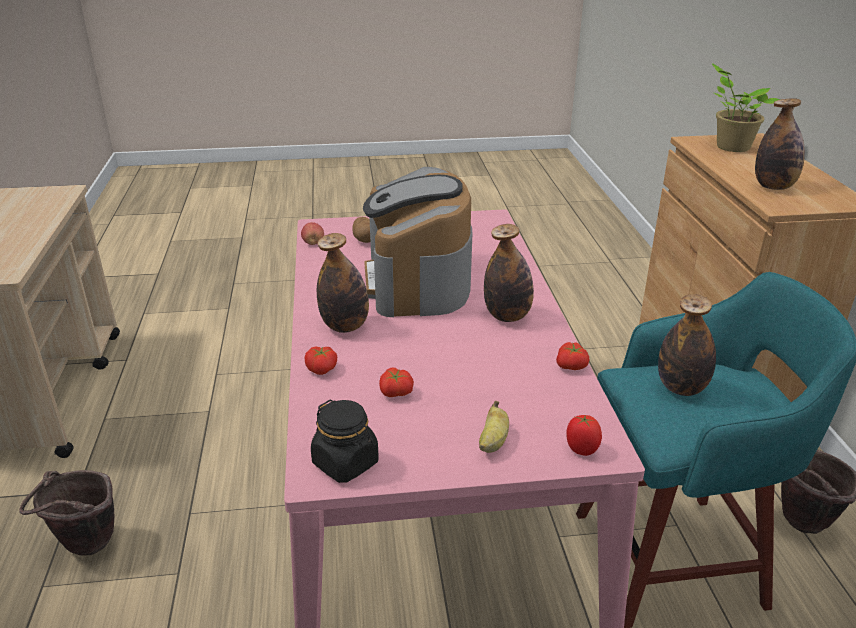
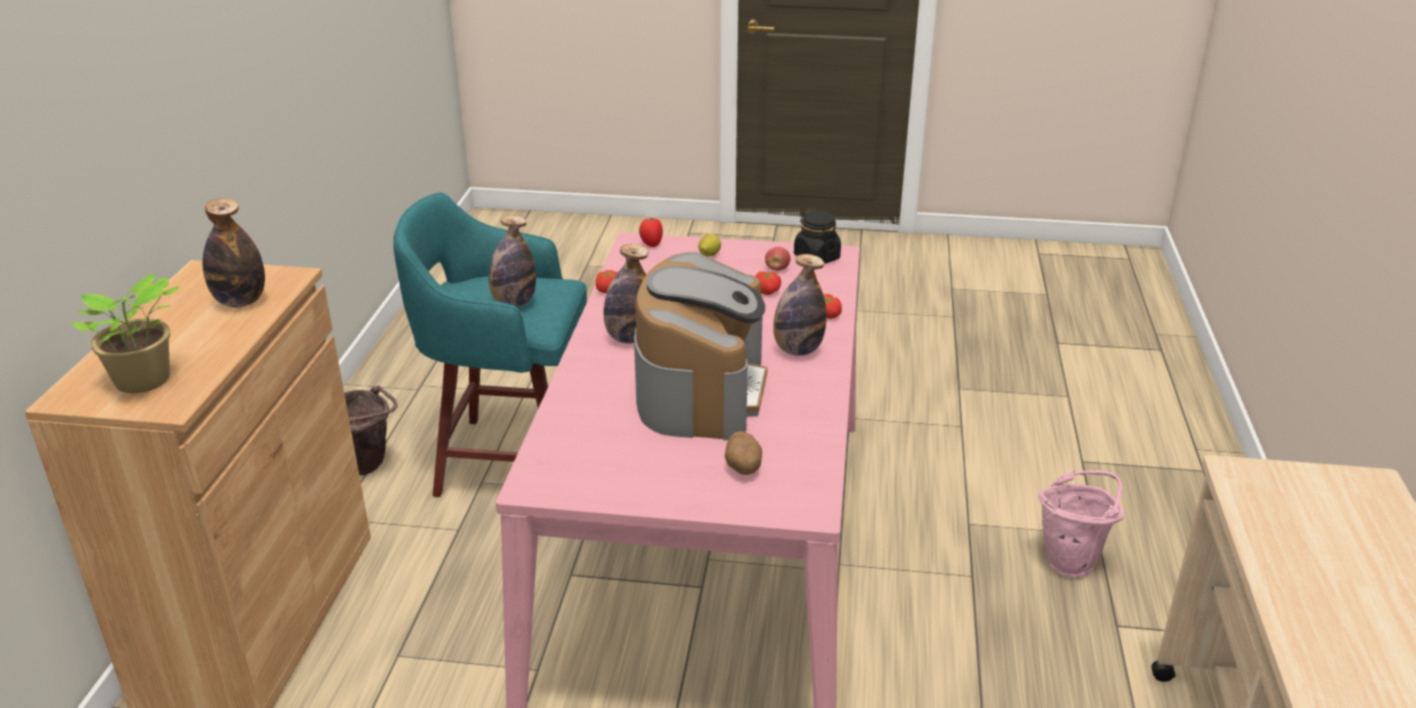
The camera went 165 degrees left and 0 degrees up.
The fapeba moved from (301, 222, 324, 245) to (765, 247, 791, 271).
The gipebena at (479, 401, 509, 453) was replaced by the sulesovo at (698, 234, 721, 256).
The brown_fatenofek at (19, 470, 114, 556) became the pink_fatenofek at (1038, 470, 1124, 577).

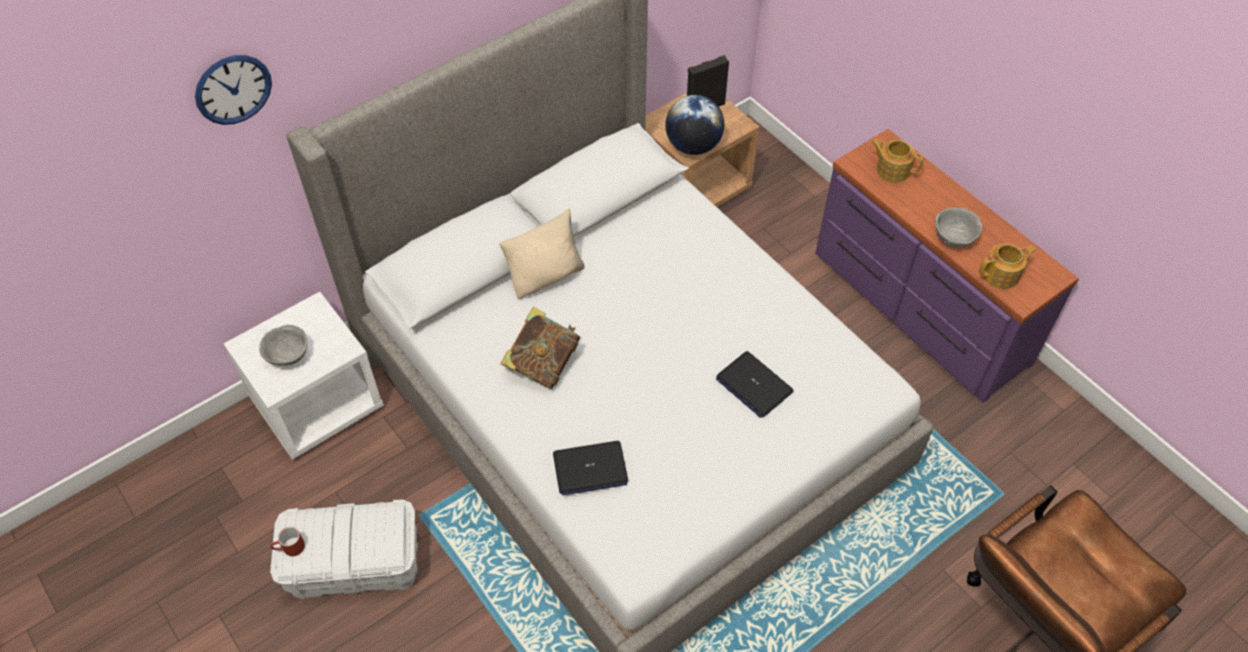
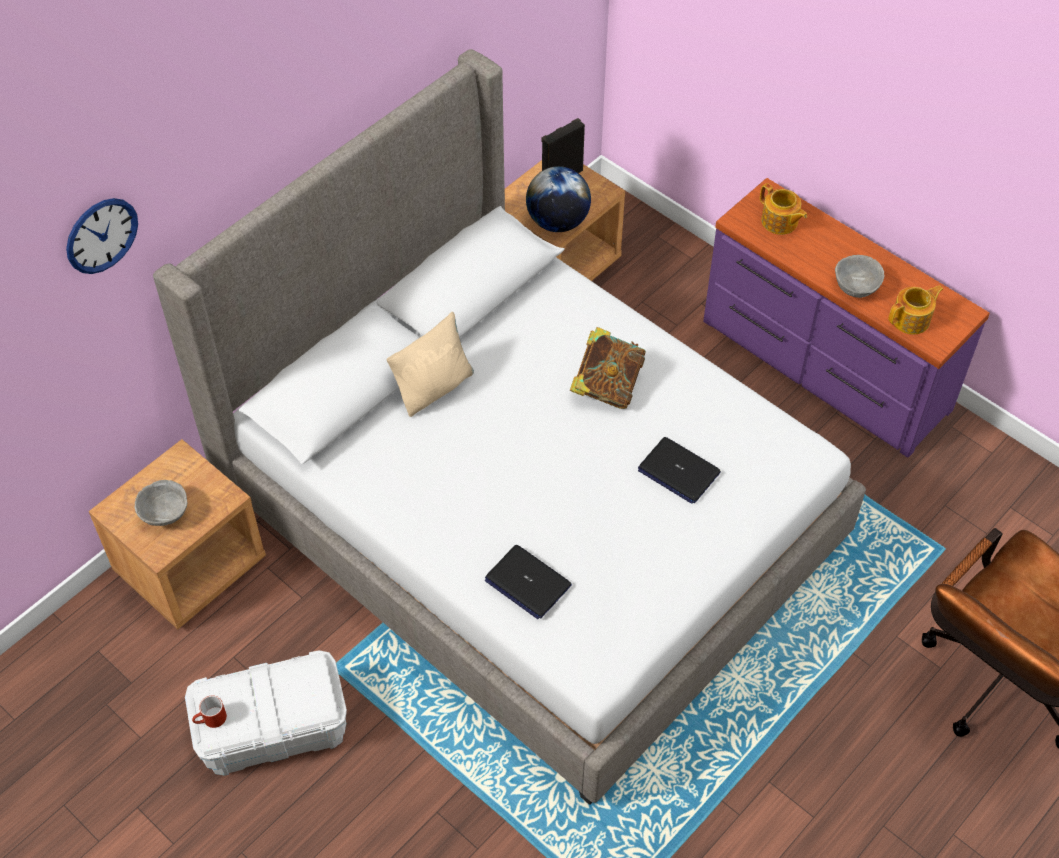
The camera went 10 degrees left and 0 degrees up.
The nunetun at (871, 139, 924, 183) turned 150 degrees counterclockwise.
The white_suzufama at (224, 292, 384, 460) became the brown_suzufama at (89, 439, 266, 629).
The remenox moved from (500, 307, 580, 389) to (570, 327, 646, 409).
The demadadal at (553, 441, 628, 496) turned 60 degrees clockwise.

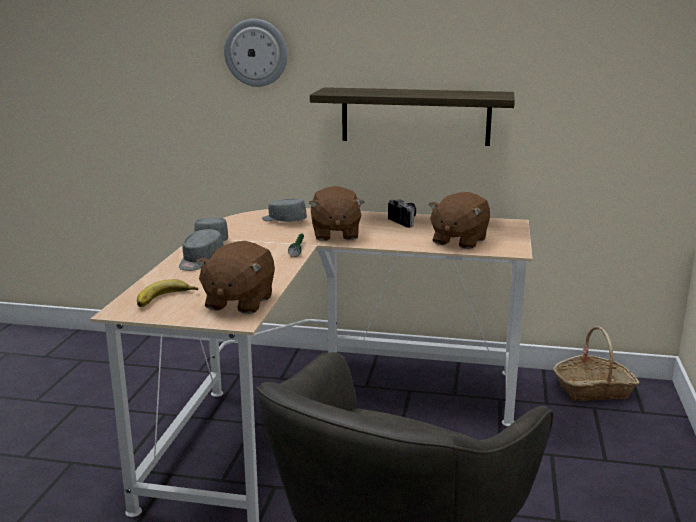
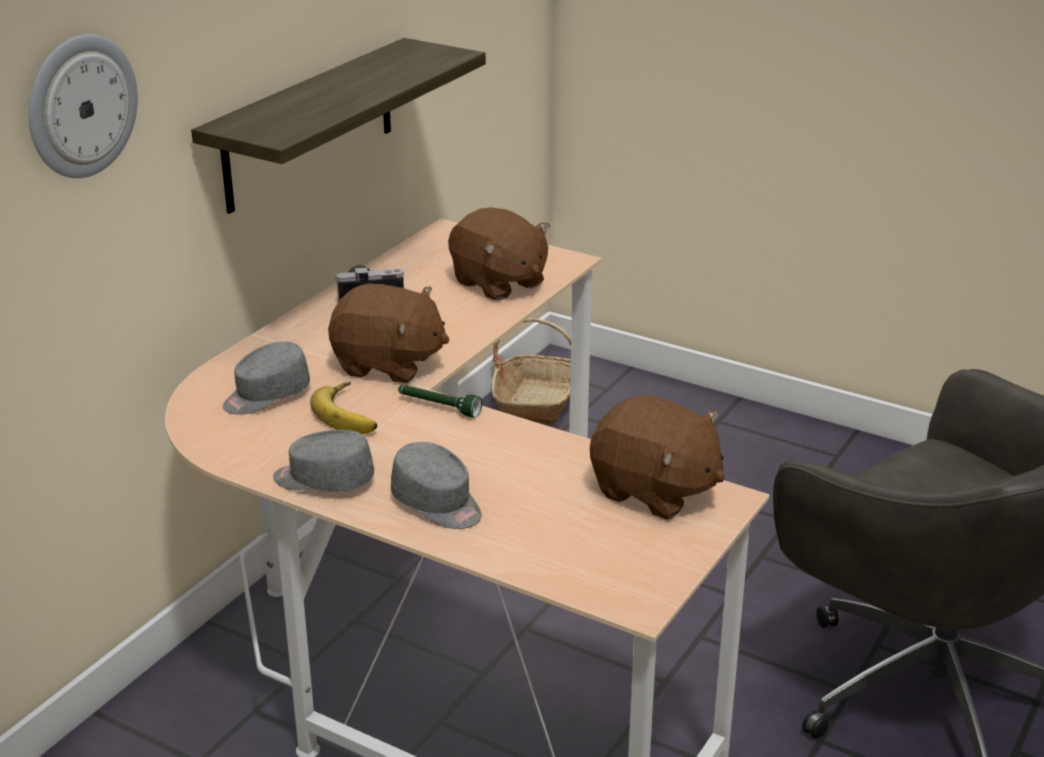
The camera went 70 degrees left and 10 degrees up.
The gipebena moved from (137, 279, 198, 307) to (310, 382, 377, 434).

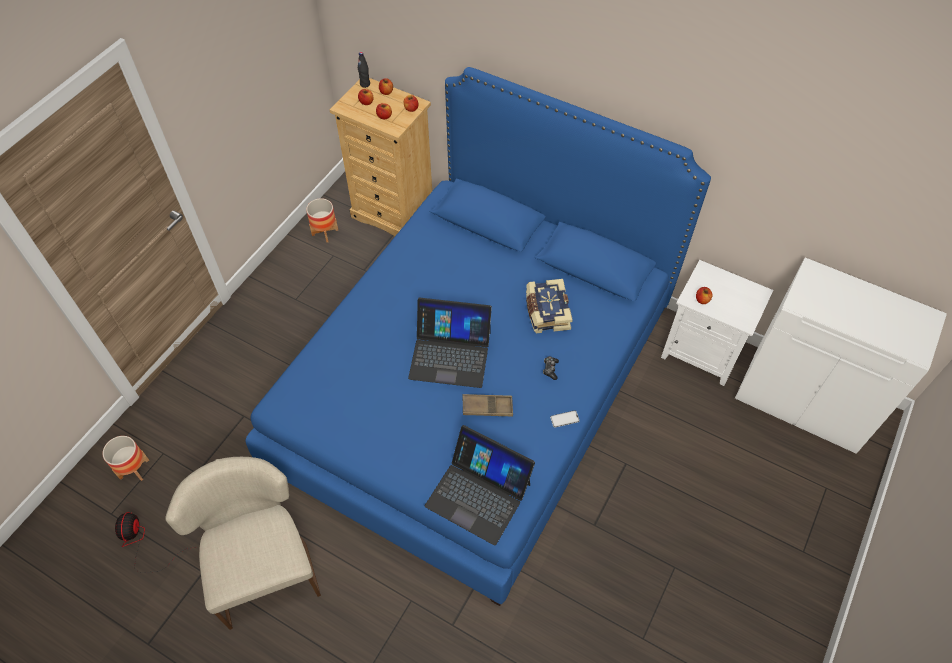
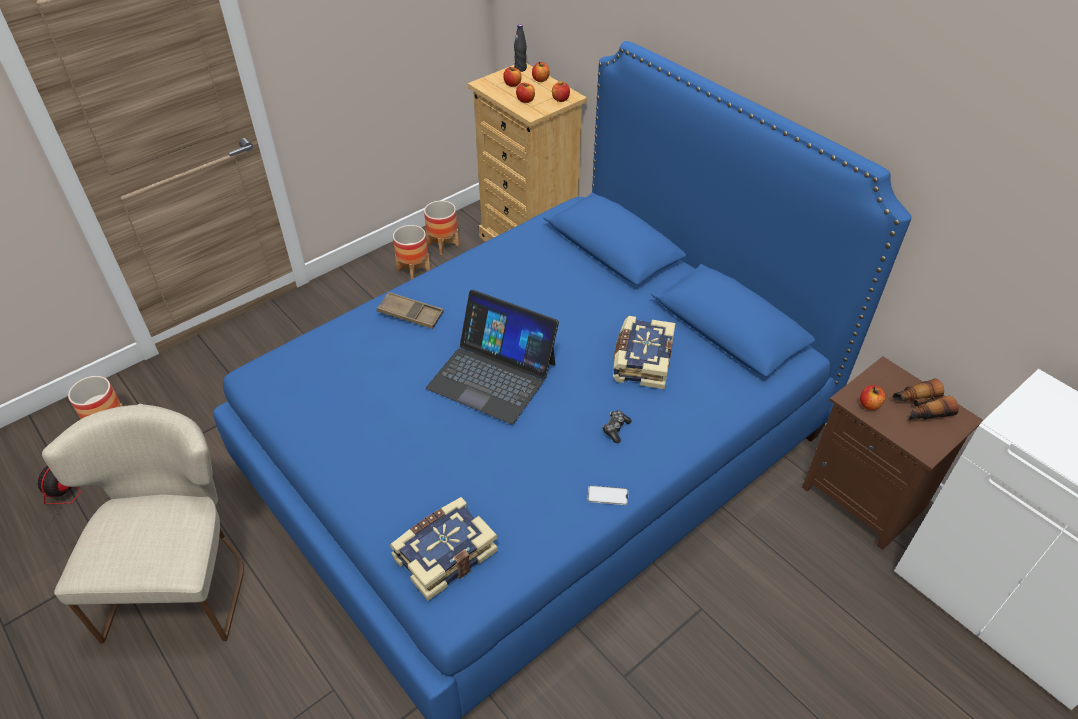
The camera went 20 degrees right and 10 degrees down.
The white_suzufama at (661, 260, 773, 386) became the brown_suzufama at (802, 356, 983, 550).
The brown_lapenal moved from (463, 394, 513, 417) to (377, 292, 444, 329).
The demadadal at (425, 425, 535, 545) was replaced by the remenox at (390, 497, 498, 601).
The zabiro at (393, 225, 430, 280) appeared.
The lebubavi at (892, 378, 959, 420) appeared.

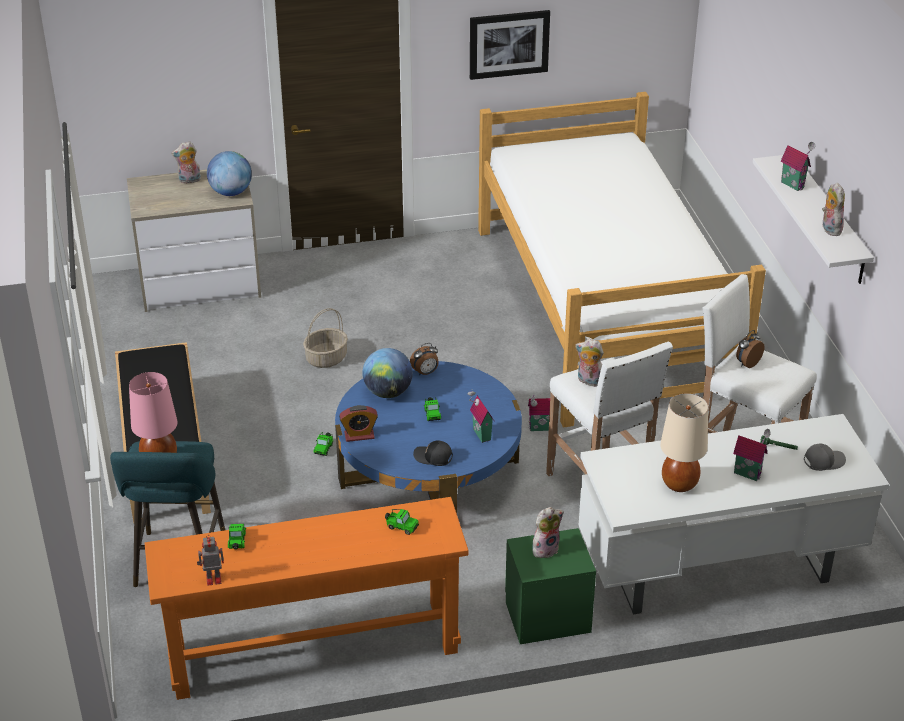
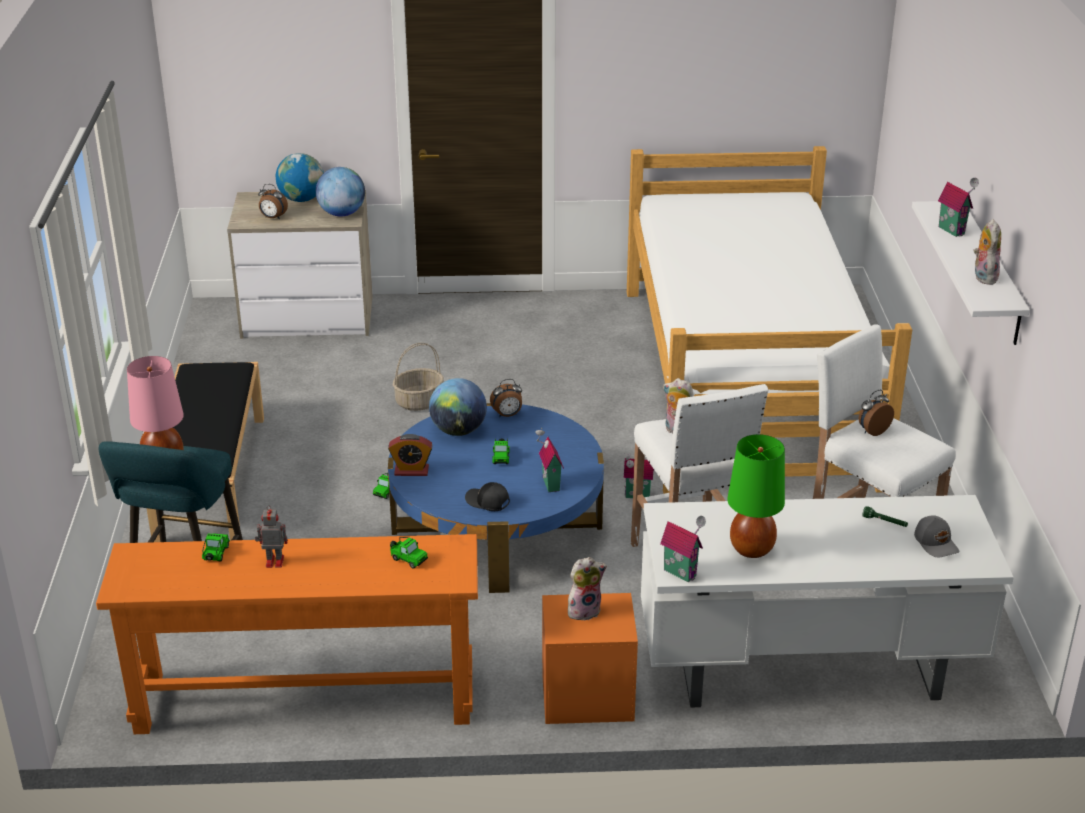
The camera went 10 degrees right and 5 degrees down.
The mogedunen at (470, 10, 550, 80) disappeared.
The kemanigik at (171, 141, 201, 184) was replaced by the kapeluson at (276, 153, 324, 202).
The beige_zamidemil at (660, 393, 708, 492) became the green_zamidemil at (727, 434, 785, 558).
The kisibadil moved from (733, 429, 771, 481) to (660, 516, 706, 582).
The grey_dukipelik at (804, 444, 846, 471) turned 75 degrees clockwise.
The green_suzufama at (505, 528, 596, 644) became the orange_suzufama at (542, 593, 638, 724).
The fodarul moved from (197, 535, 224, 586) to (255, 505, 288, 568).
The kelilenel at (258, 184, 288, 220) appeared.

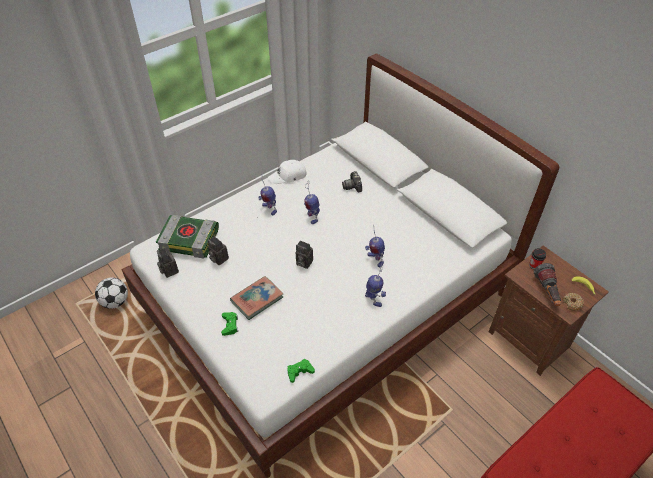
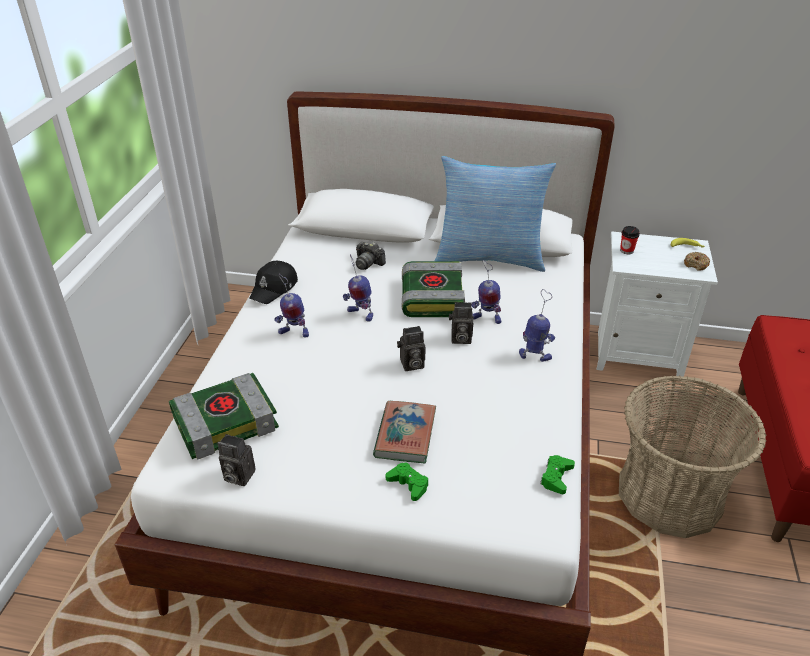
The camera went 40 degrees left and 10 degrees down.
The white_dukipelik at (268, 160, 307, 184) became the black_dukipelik at (249, 261, 298, 304).
The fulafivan moved from (208, 236, 229, 265) to (449, 302, 474, 344).
The brown_suzufama at (489, 246, 609, 376) became the white_suzufama at (597, 231, 718, 377).
The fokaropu at (534, 263, 561, 306) disappeared.
The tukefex at (95, 278, 128, 309) disappeared.
The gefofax at (435, 156, 556, 272) appeared.
The remenox at (402, 261, 465, 317) appeared.
The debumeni at (619, 375, 767, 538) appeared.

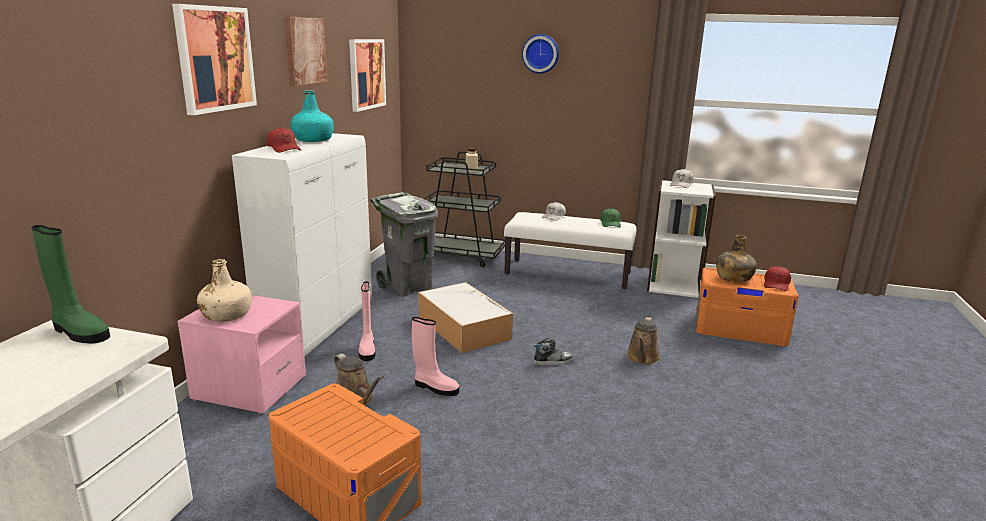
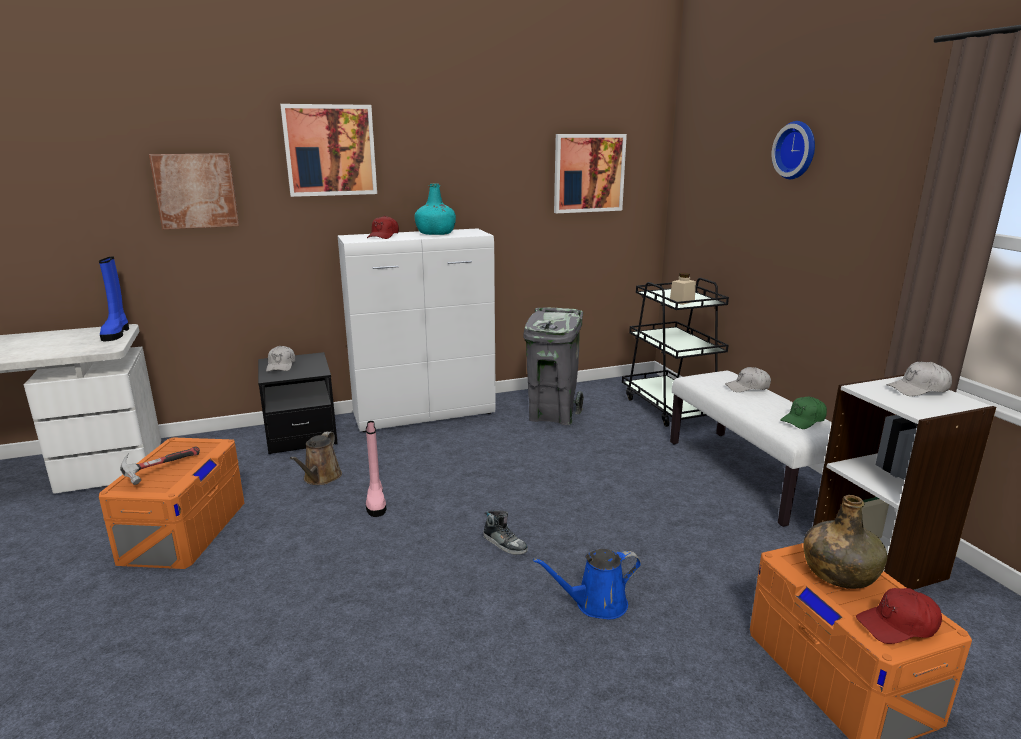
The camera went 55 degrees right and 0 degrees up.
The mogedunen moved from (284, 16, 328, 86) to (149, 153, 239, 229).
The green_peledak at (31, 225, 110, 343) became the blue_peledak at (99, 257, 129, 341).
The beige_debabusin at (197, 259, 252, 322) was replaced by the white_dukipelik at (266, 346, 295, 372).
The pink_peledak at (358, 281, 376, 361) disappeared.
The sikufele at (418, 282, 513, 353) disappeared.
The pink_suzufama at (177, 295, 306, 414) became the black_suzufama at (258, 352, 338, 454).
The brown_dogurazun at (626, 317, 660, 365) became the blue_dogurazun at (533, 549, 641, 620).
The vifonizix at (120, 447, 200, 485) appeared.

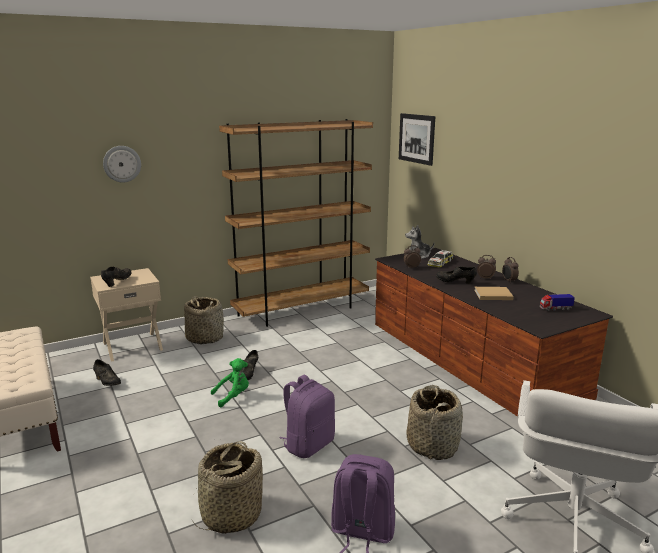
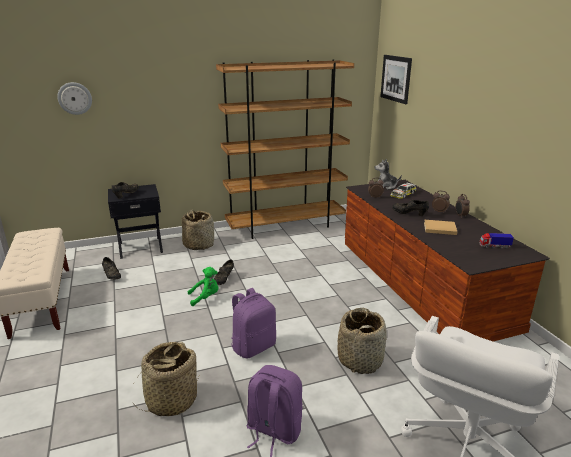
The camera went 10 degrees right and 5 degrees up.
The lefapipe moved from (103, 146, 141, 182) to (57, 82, 92, 115).
The beige_suzufama at (90, 268, 163, 362) became the black_suzufama at (108, 184, 163, 259).

